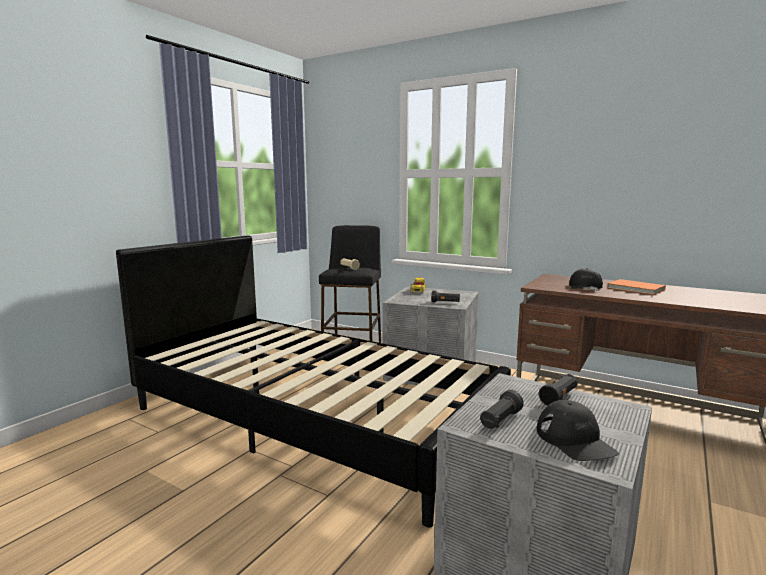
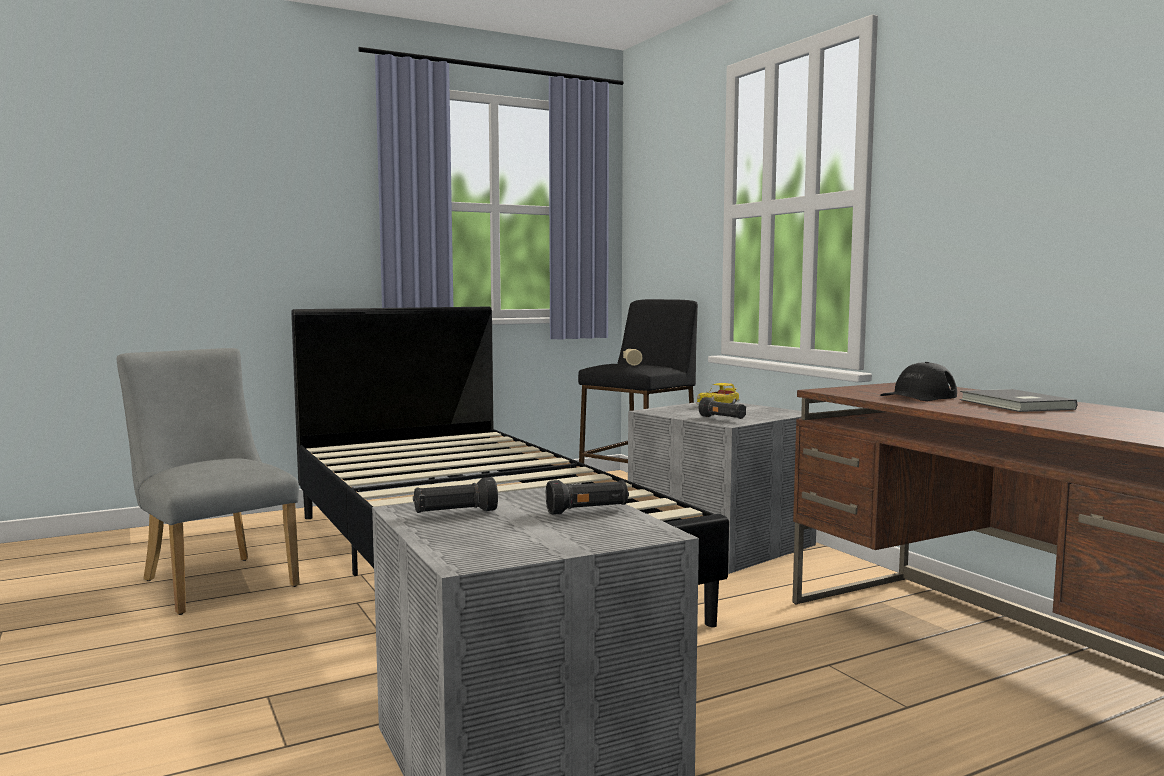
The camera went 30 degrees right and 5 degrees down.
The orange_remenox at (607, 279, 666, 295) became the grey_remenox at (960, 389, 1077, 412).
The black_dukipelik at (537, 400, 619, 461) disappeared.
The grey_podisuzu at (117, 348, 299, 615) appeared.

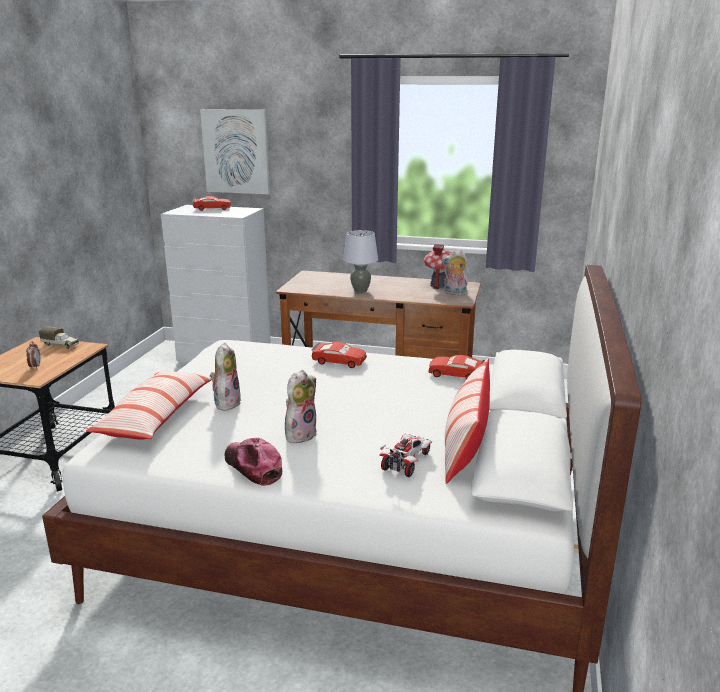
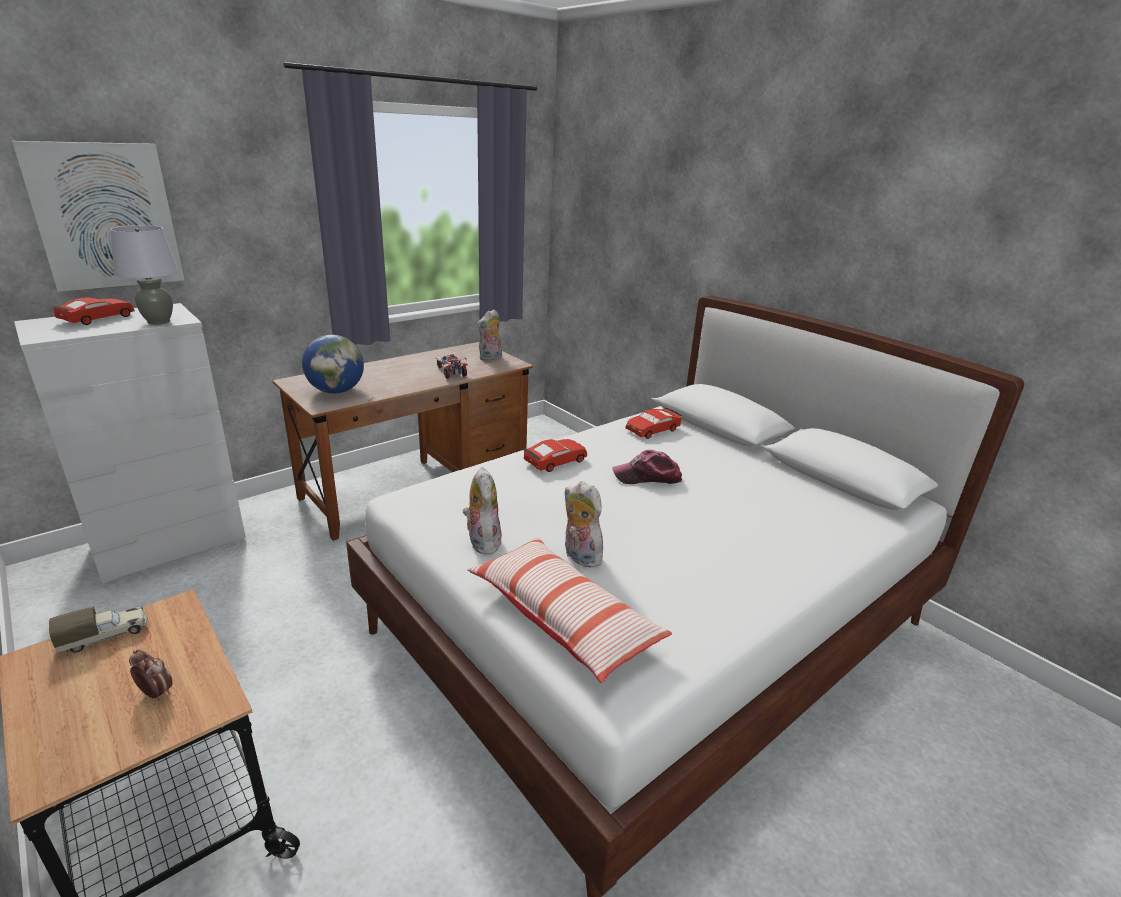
The camera went 55 degrees left and 5 degrees up.
The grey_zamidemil moved from (343, 230, 378, 293) to (110, 225, 179, 325).
The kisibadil at (424, 244, 451, 289) disappeared.
The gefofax at (445, 358, 490, 484) disappeared.
The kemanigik moved from (285, 370, 317, 443) to (463, 467, 502, 555).
The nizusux moved from (379, 434, 432, 477) to (436, 354, 468, 379).
The dukipelik moved from (225, 438, 282, 486) to (612, 450, 682, 484).
The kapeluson at (302, 335, 364, 394) appeared.

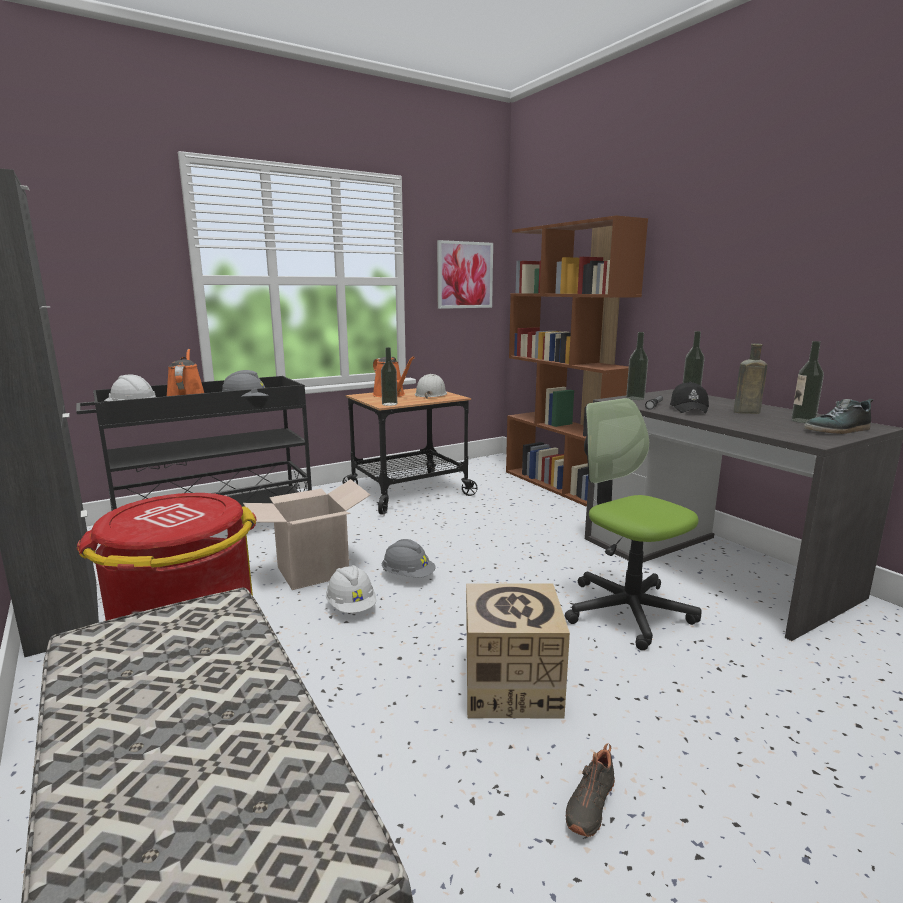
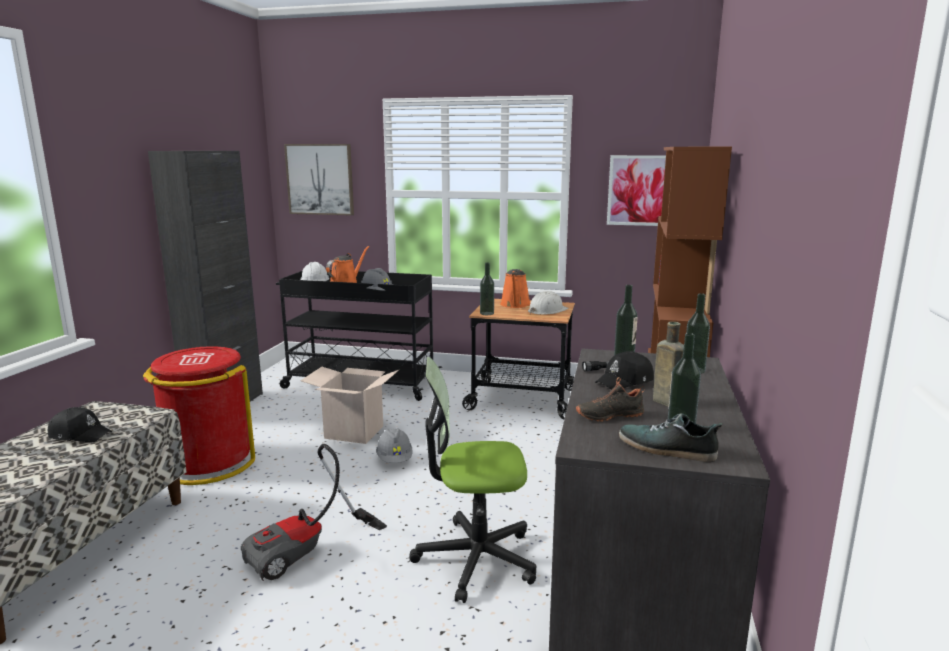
The camera went 45 degrees right and 0 degrees up.
The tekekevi at (565, 398, 702, 650) turned 105 degrees counterclockwise.
The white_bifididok at (326, 565, 376, 613) disappeared.
The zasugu at (466, 583, 570, 718) was replaced by the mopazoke at (241, 444, 387, 581).
The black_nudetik moved from (566, 743, 615, 837) to (576, 377, 645, 421).
The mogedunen at (284, 144, 354, 215) appeared.
The black_dukipelik at (48, 407, 112, 443) appeared.

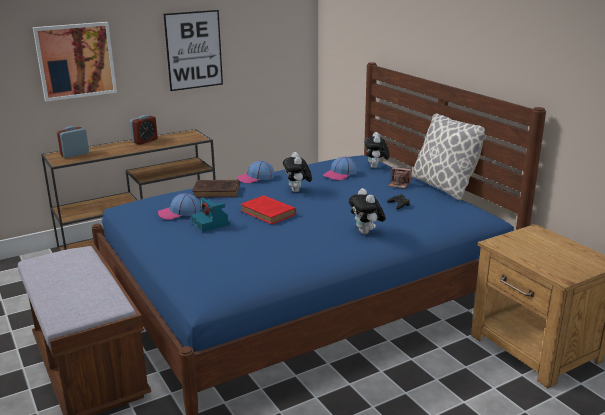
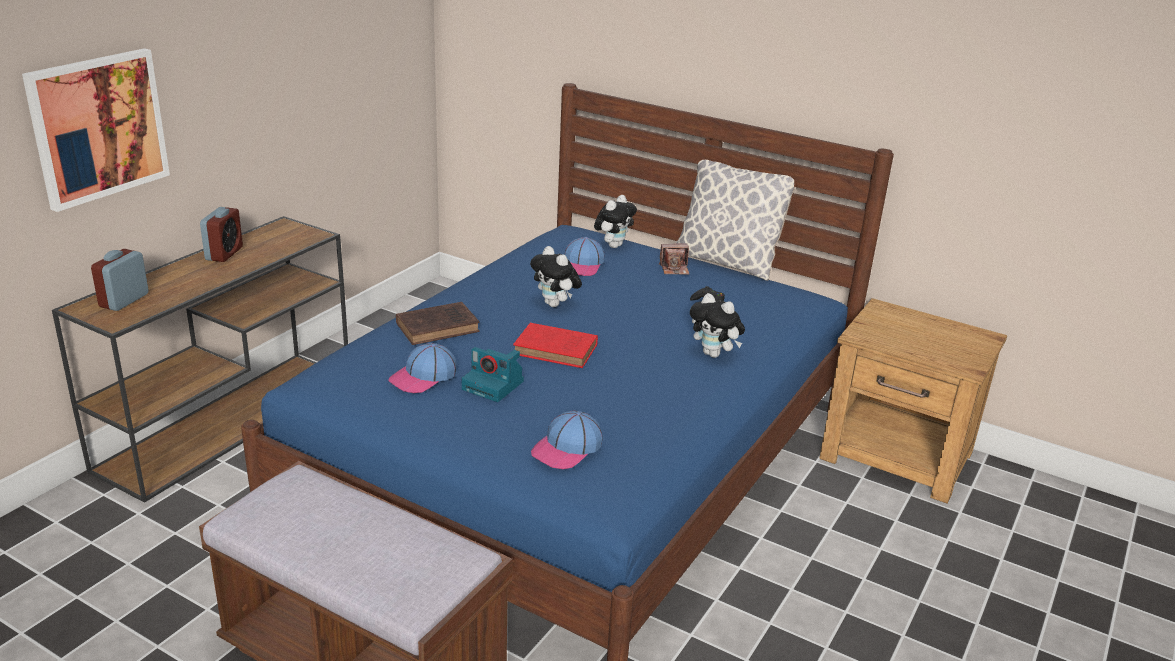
The camera went 30 degrees left and 5 degrees up.
The mogedunen at (164, 10, 223, 91) disappeared.
The kemanigik at (364, 132, 390, 168) turned 120 degrees counterclockwise.
The dukipelik moved from (237, 161, 274, 184) to (531, 411, 603, 469).

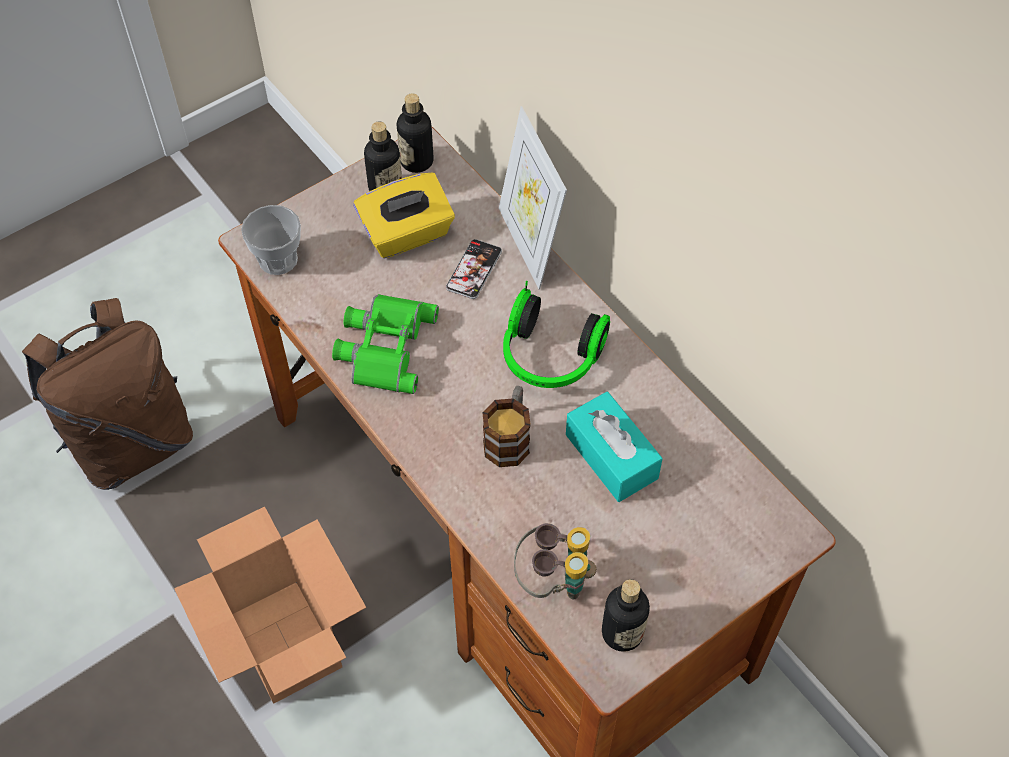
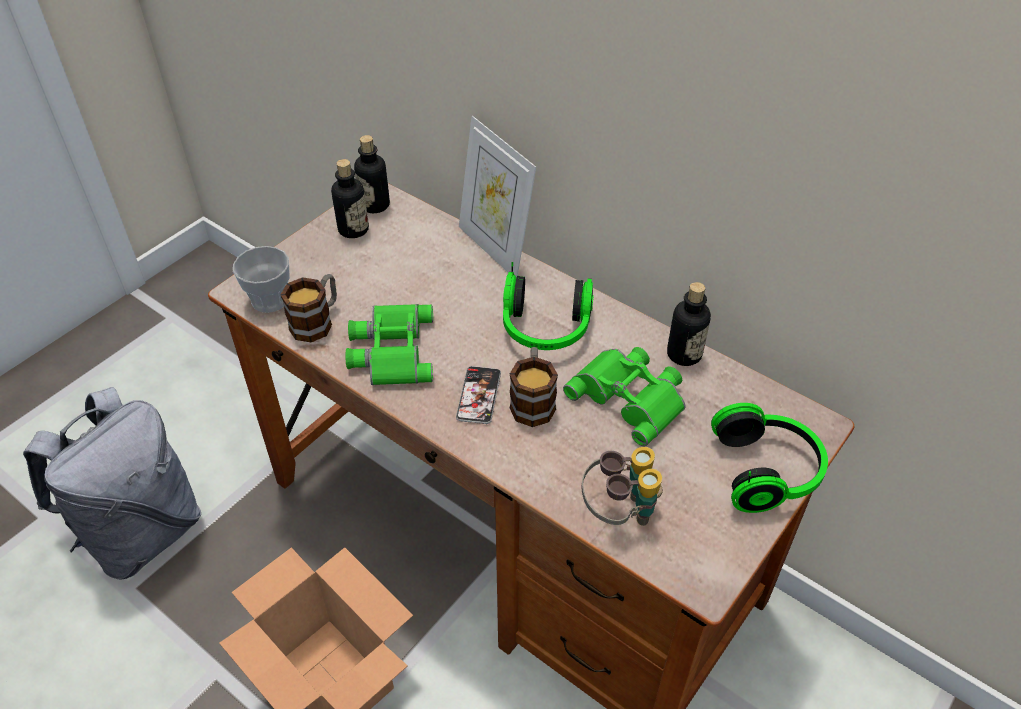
The camera went 15 degrees left and 10 degrees down.
The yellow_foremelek at (354, 173, 455, 259) disappeared.
The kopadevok moved from (446, 239, 502, 299) to (456, 366, 501, 424).
The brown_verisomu at (22, 298, 193, 490) became the grey_verisomu at (23, 387, 201, 579).
The turquoise_foremelek at (566, 392, 663, 502) was replaced by the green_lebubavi at (563, 347, 685, 446).
The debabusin moved from (602, 579, 650, 652) to (667, 282, 711, 366).
The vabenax at (281, 274, 337, 342) appeared.
The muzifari at (711, 403, 828, 513) appeared.

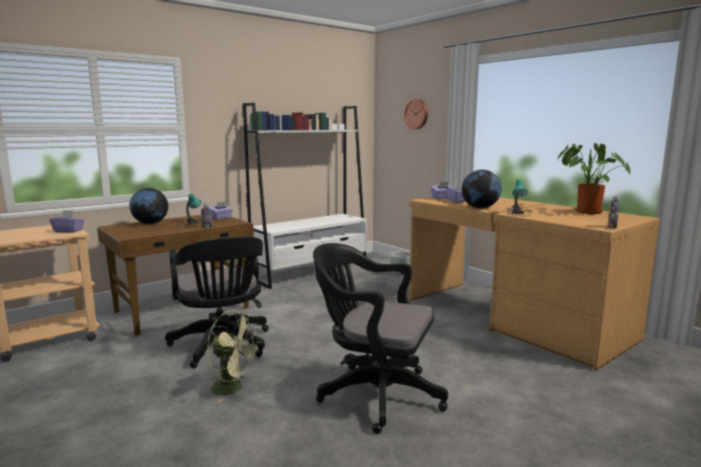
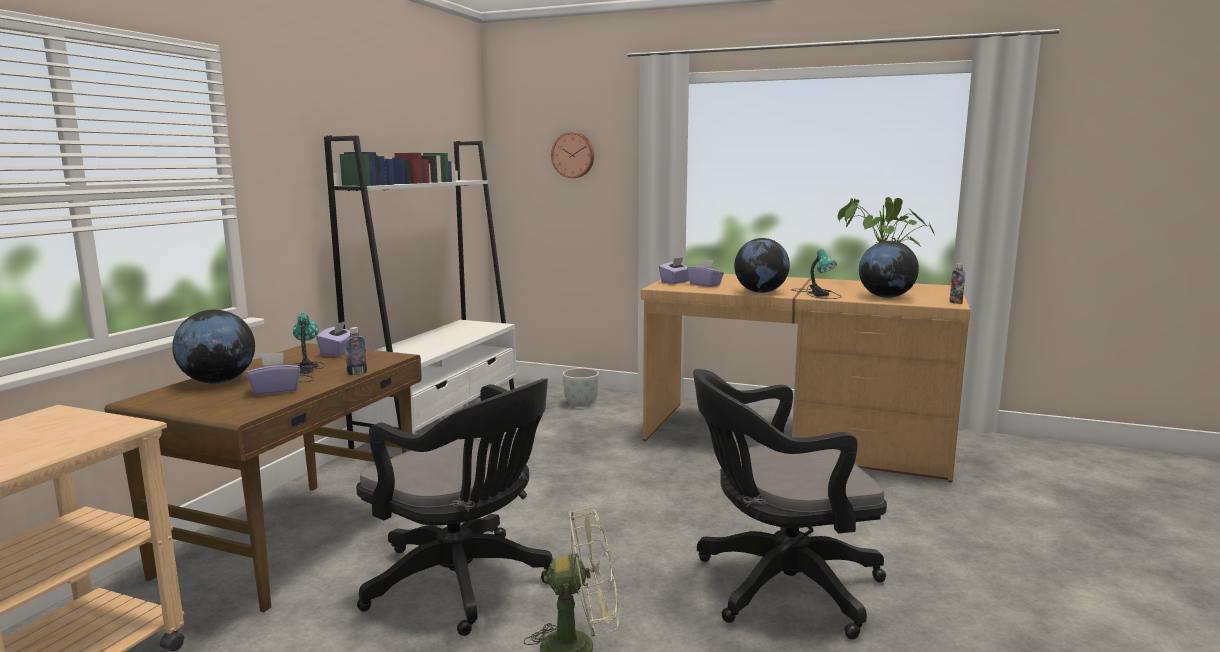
The camera went 30 degrees left and 0 degrees up.
The purple_foremelek moved from (49, 210, 84, 233) to (246, 352, 300, 396).
The kapeluson at (859, 241, 919, 298) appeared.

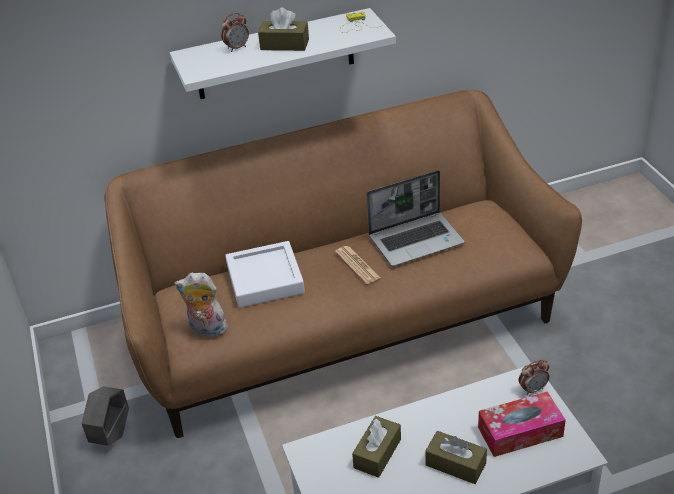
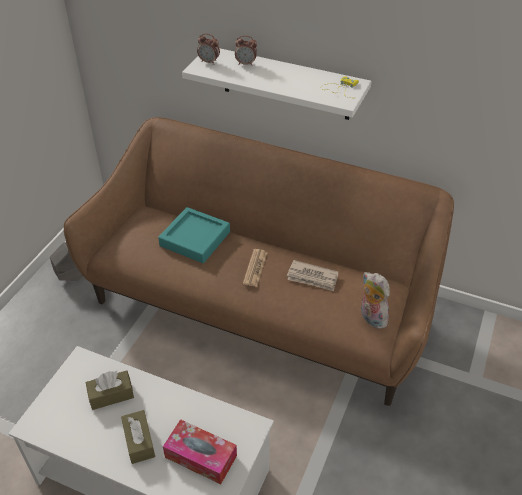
The camera went 40 degrees right and 5 degrees up.
The brown_foremelek at (258, 8, 309, 51) disappeared.
The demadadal at (366, 170, 465, 266) was replaced by the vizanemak at (287, 260, 338, 291).
The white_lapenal at (225, 241, 305, 308) became the turquoise_lapenal at (158, 207, 230, 263).
The kemanigik moved from (174, 272, 231, 337) to (361, 272, 390, 329).
The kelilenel moved from (519, 360, 549, 395) to (197, 34, 220, 65).

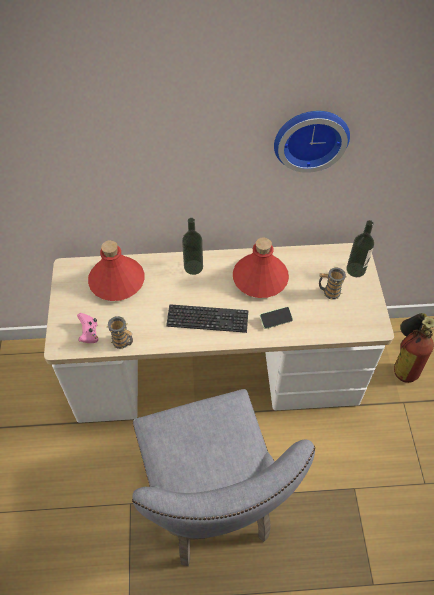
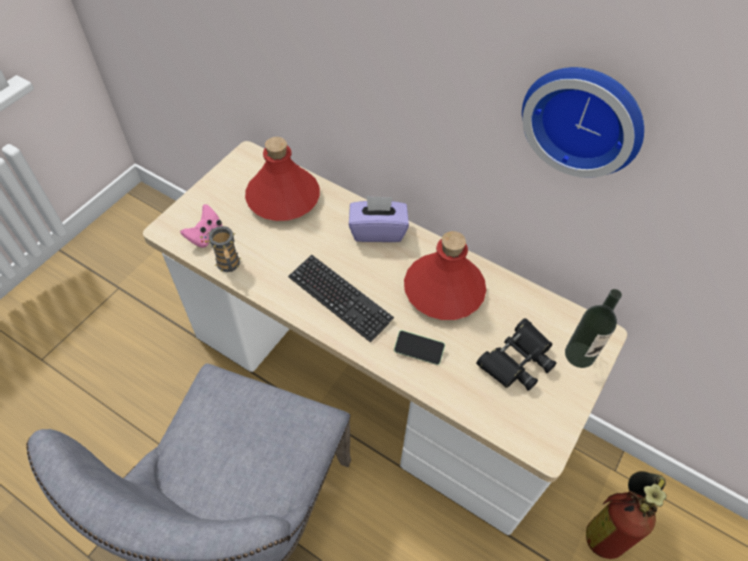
The camera went 35 degrees right and 0 degrees up.
The debabusin at (182, 218, 203, 275) was replaced by the purple_foremelek at (349, 196, 409, 242).
The vabenax at (319, 268, 346, 300) was replaced by the black_lebubavi at (476, 318, 557, 391).

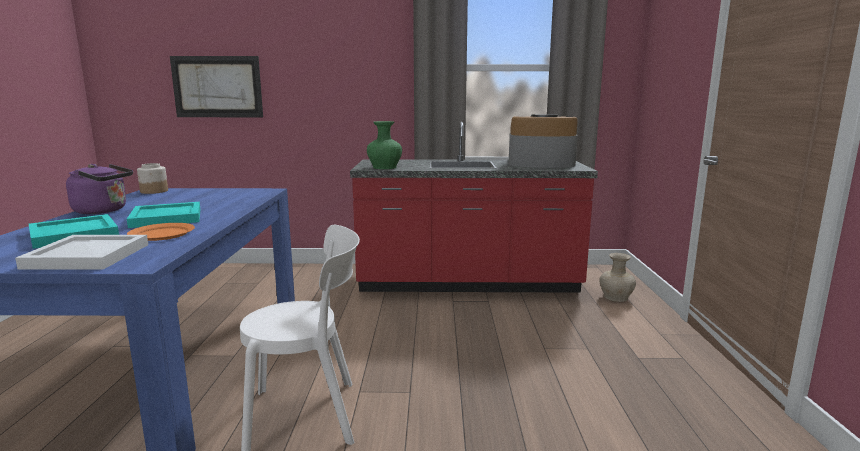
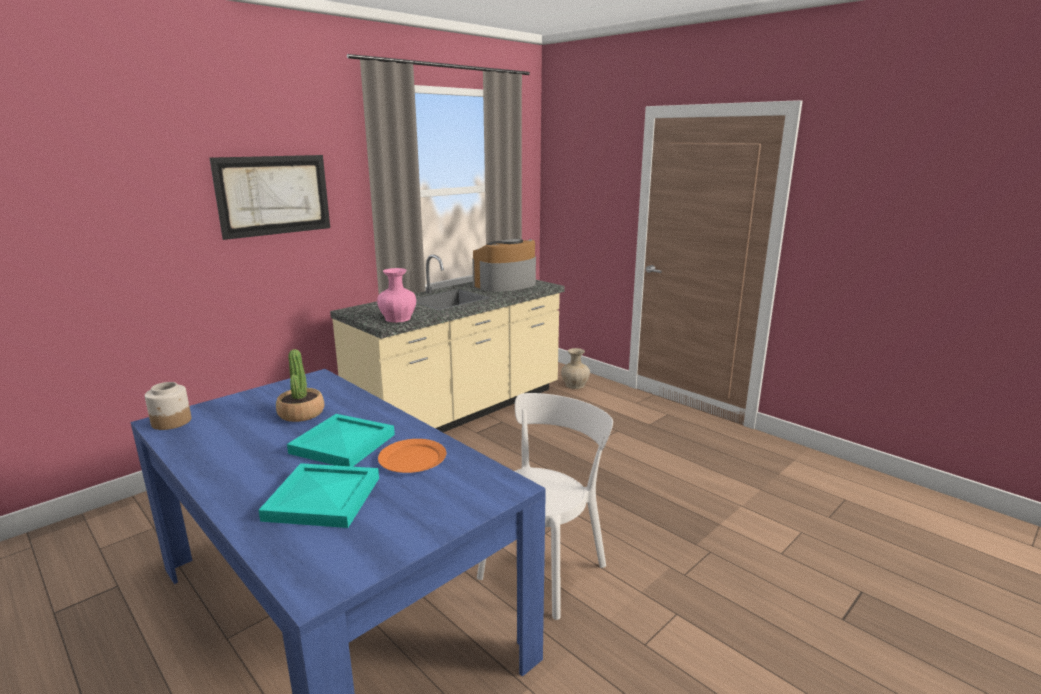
The camera went 45 degrees left and 5 degrees up.
The mogedunen moved from (170, 56, 263, 117) to (209, 155, 330, 240).
The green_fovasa at (367, 121, 402, 169) became the pink_fovasa at (377, 268, 416, 323).
The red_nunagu at (350, 122, 598, 293) became the beige_nunagu at (330, 255, 565, 432).
The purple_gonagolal at (66, 164, 133, 214) disappeared.
The white_lapenal at (15, 235, 148, 270) disappeared.
The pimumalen at (276, 349, 324, 422) appeared.

